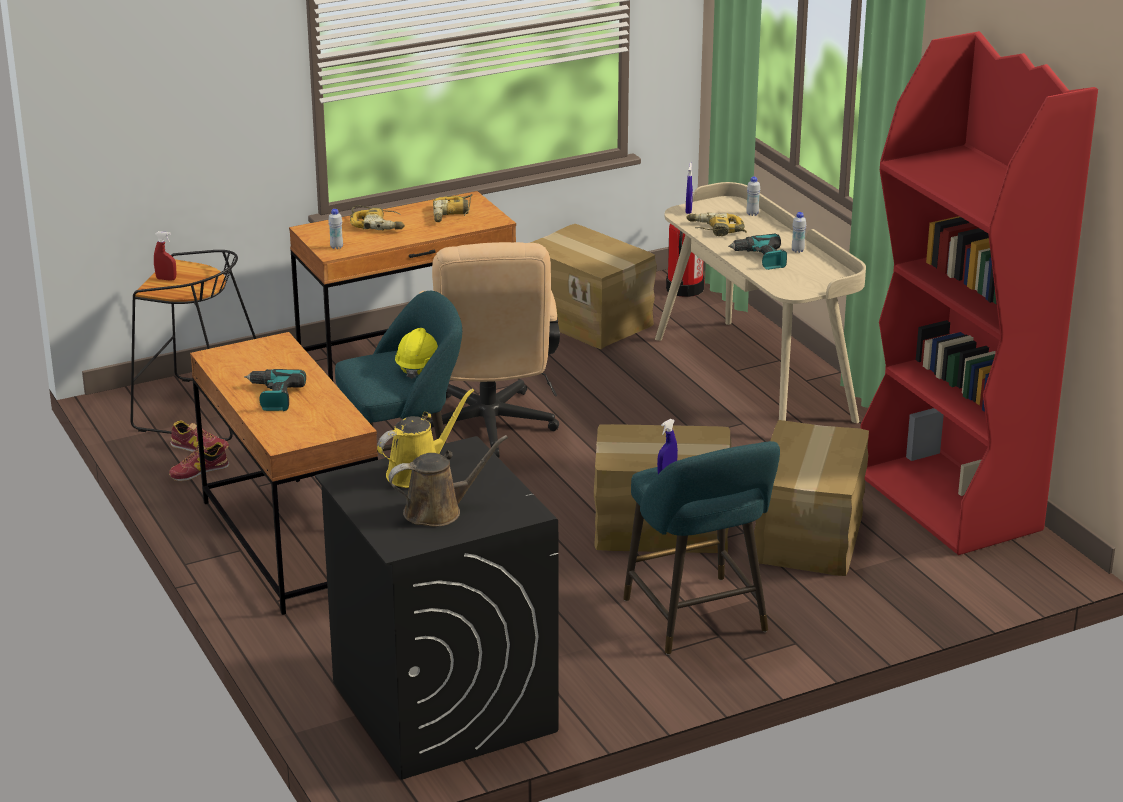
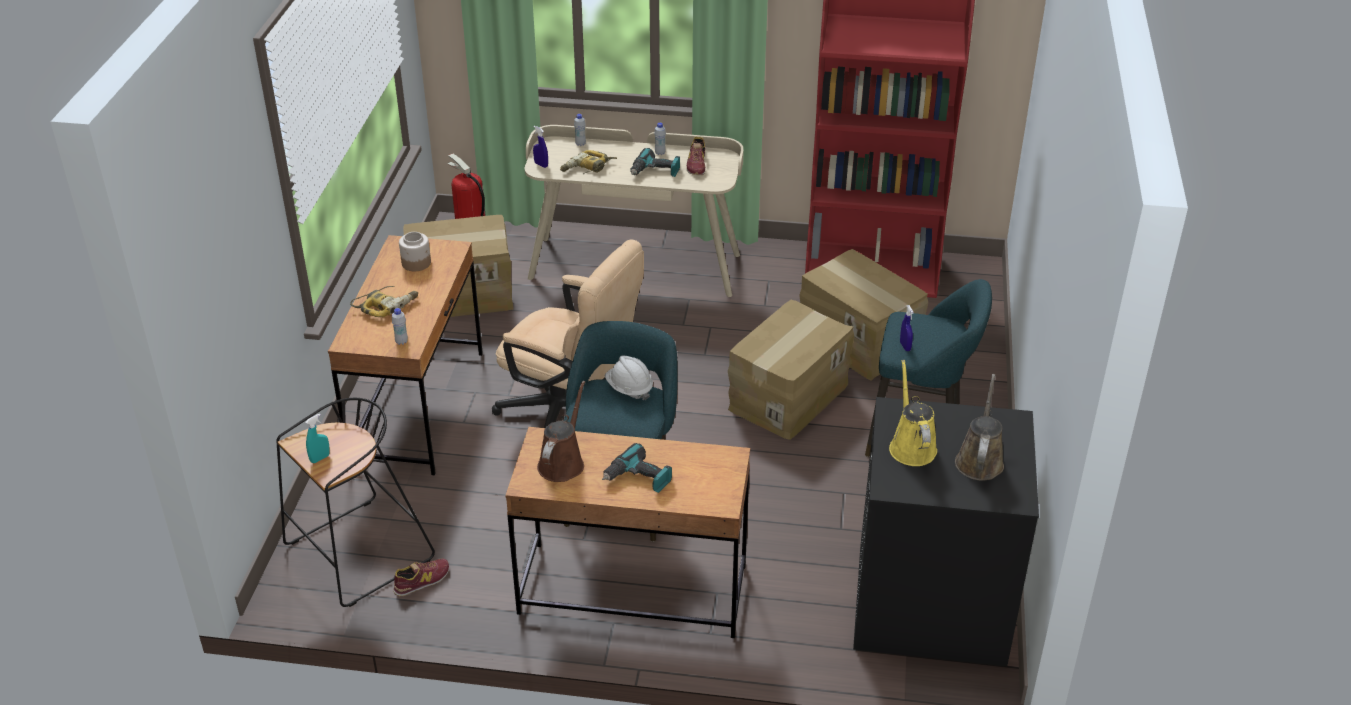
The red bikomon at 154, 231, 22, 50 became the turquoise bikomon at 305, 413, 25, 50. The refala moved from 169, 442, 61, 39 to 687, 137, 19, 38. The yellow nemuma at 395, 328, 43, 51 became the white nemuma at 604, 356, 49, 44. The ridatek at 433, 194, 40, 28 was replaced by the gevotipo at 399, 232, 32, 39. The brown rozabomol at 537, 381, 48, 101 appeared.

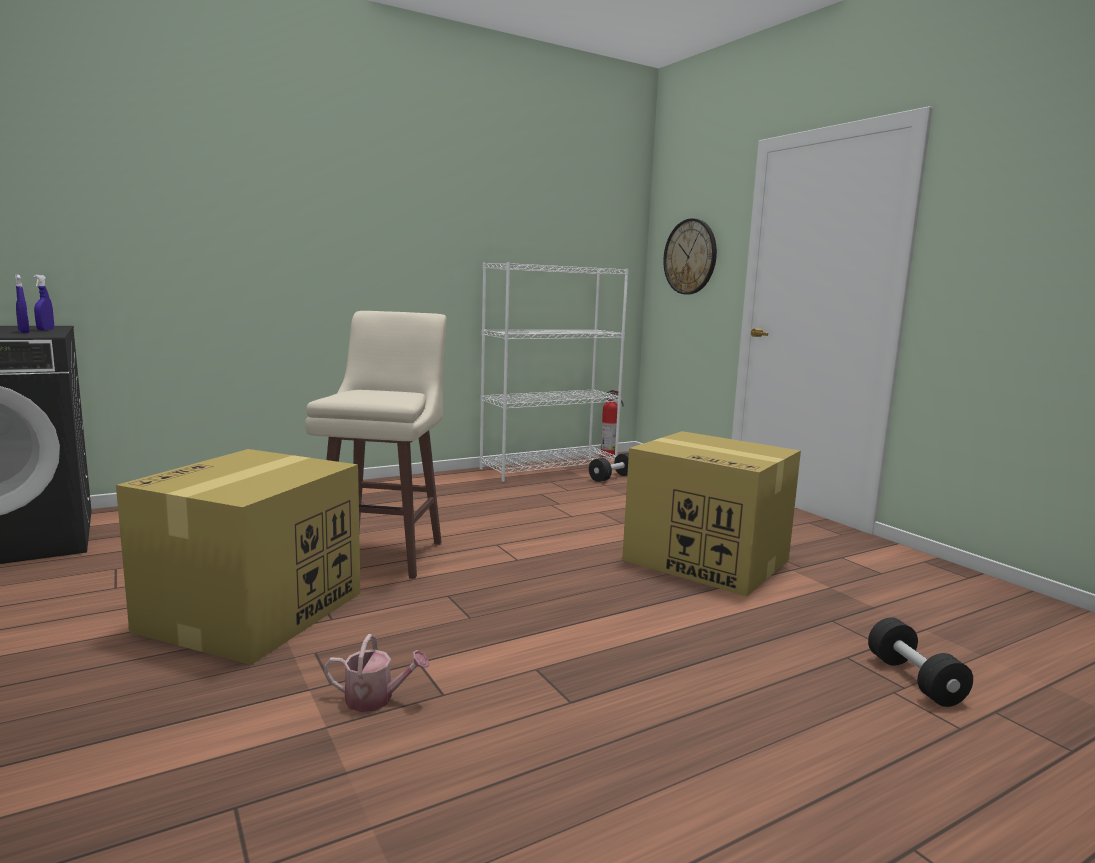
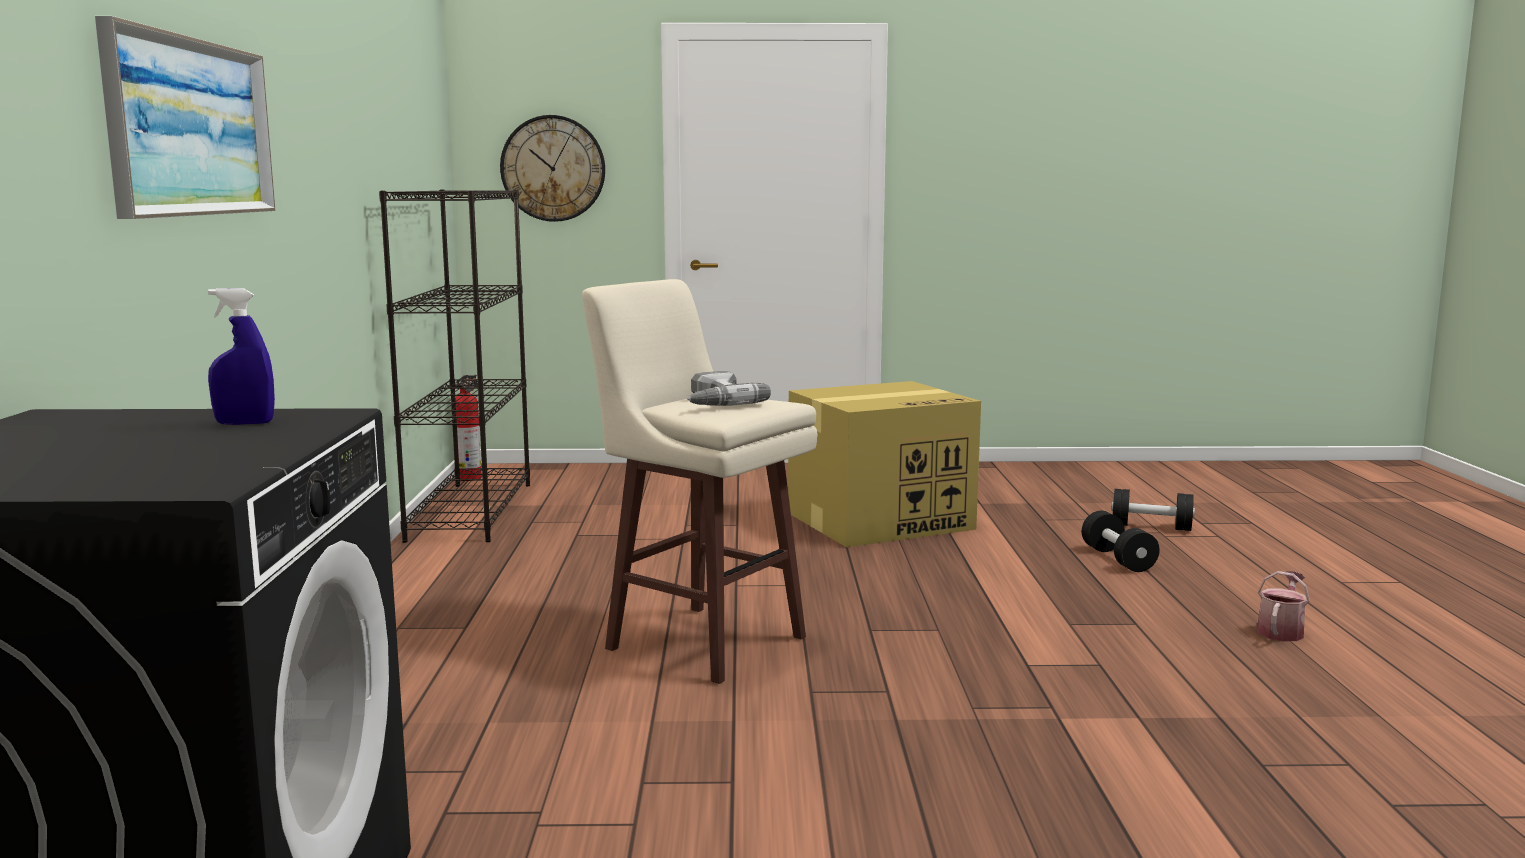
The blue bikomon at 33, 275, 21, 55 disappeared. The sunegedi at 116, 449, 244, 216 disappeared. The rozabomol moved from 324, 634, 105, 78 to 1257, 571, 53, 70. The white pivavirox at 479, 262, 150, 220 became the black pivavirox at 379, 189, 151, 354. The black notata moved from 589, 453, 40, 29 to 1082, 511, 78, 61. The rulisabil at 95, 16, 180, 203 appeared. The ridatek at 687, 371, 84, 35 appeared.

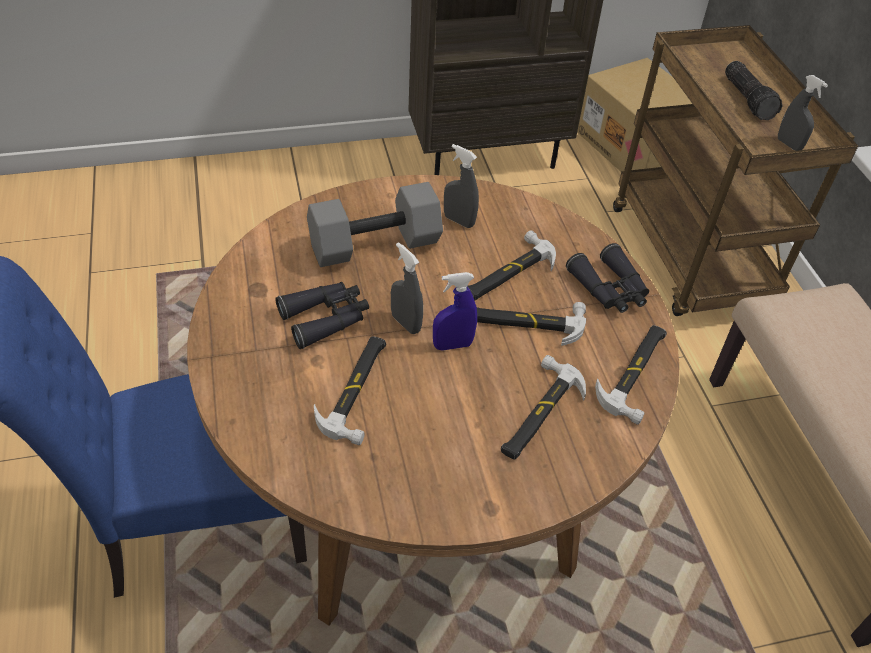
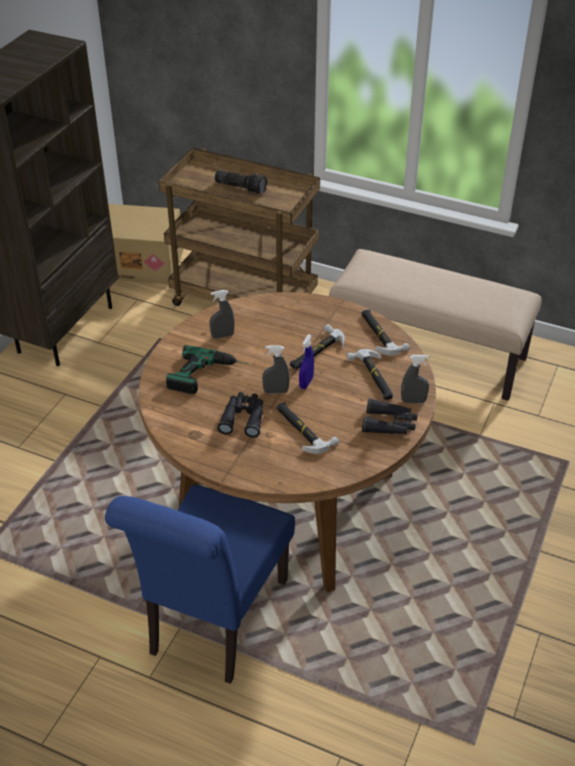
The grey notata at 307, 182, 136, 85 was replaced by the ridatek at 166, 345, 82, 49. The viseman at 467, 231, 89, 70 disappeared. The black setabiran moved from 566, 243, 83, 70 to 362, 398, 56, 36. The grey bikomon moved from 778, 75, 50, 76 to 401, 355, 28, 48.

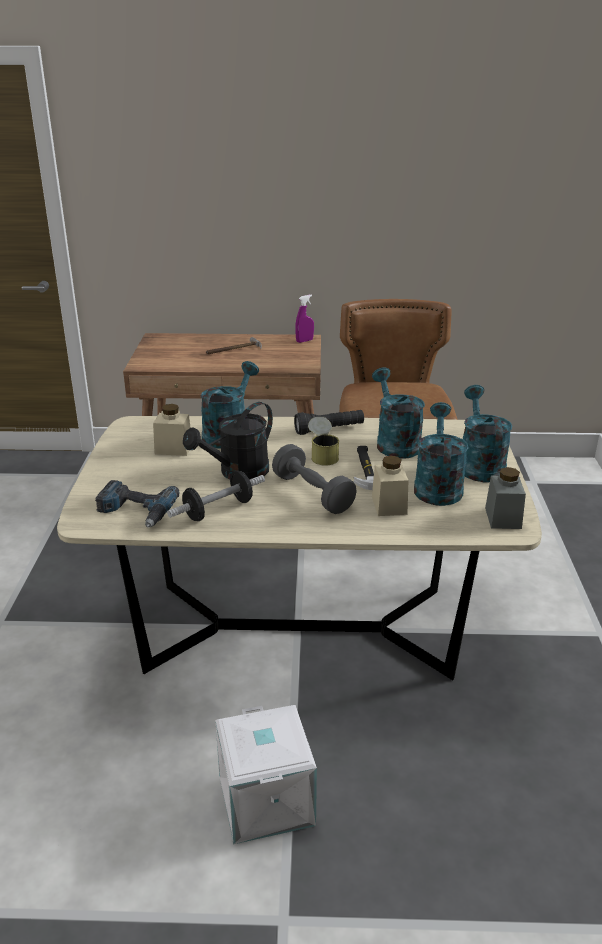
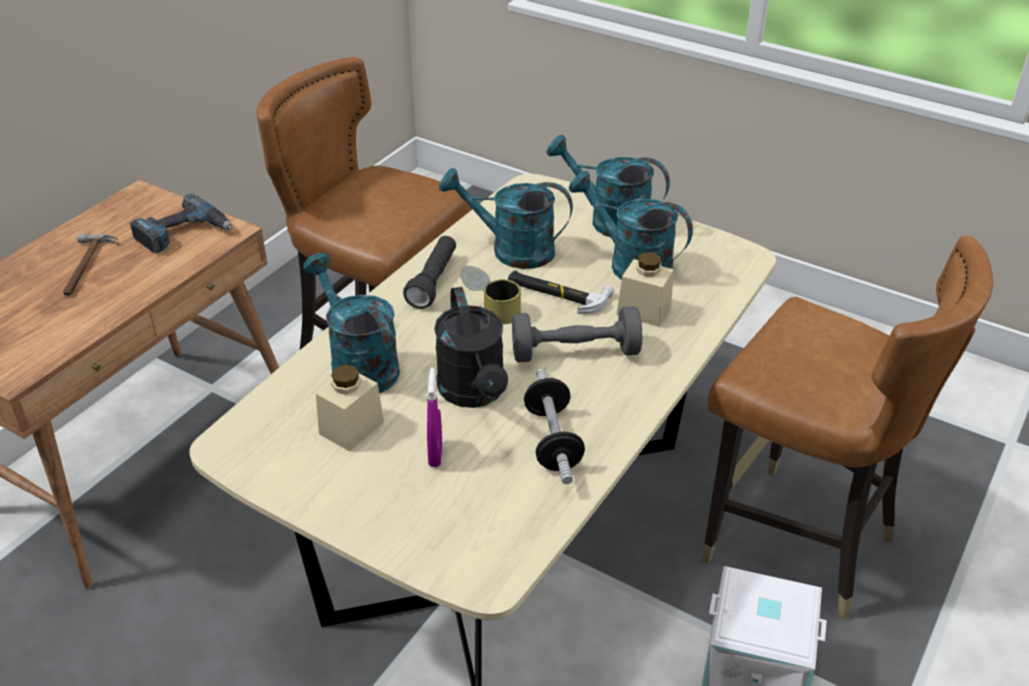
The ridatek moved from 95, 480, 84, 47 to 130, 194, 102, 59. The purple bikomon moved from 295, 295, 19, 48 to 427, 368, 15, 99. The grey gevotipo at 485, 467, 41, 62 disappeared. The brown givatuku at 702, 236, 291, 384 appeared.

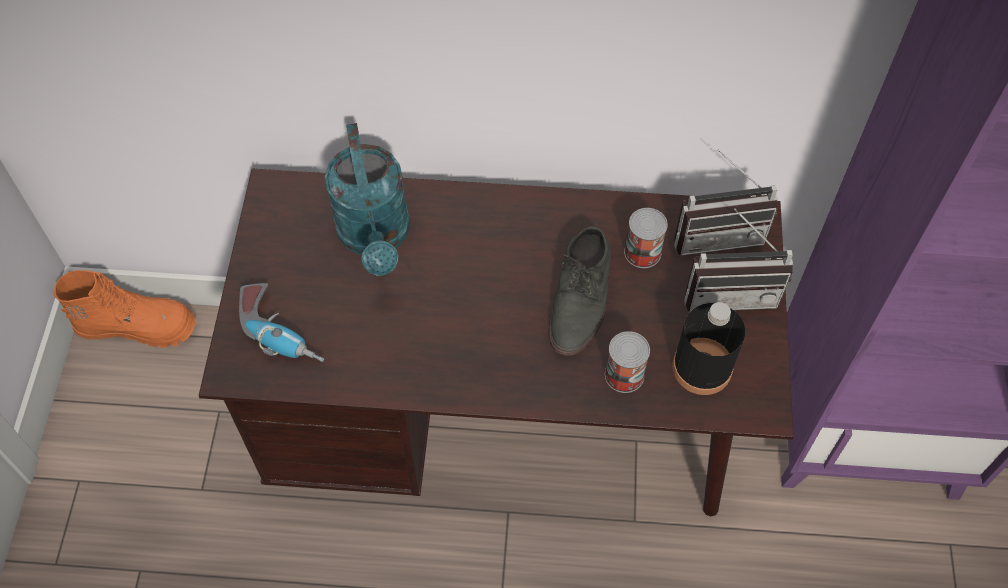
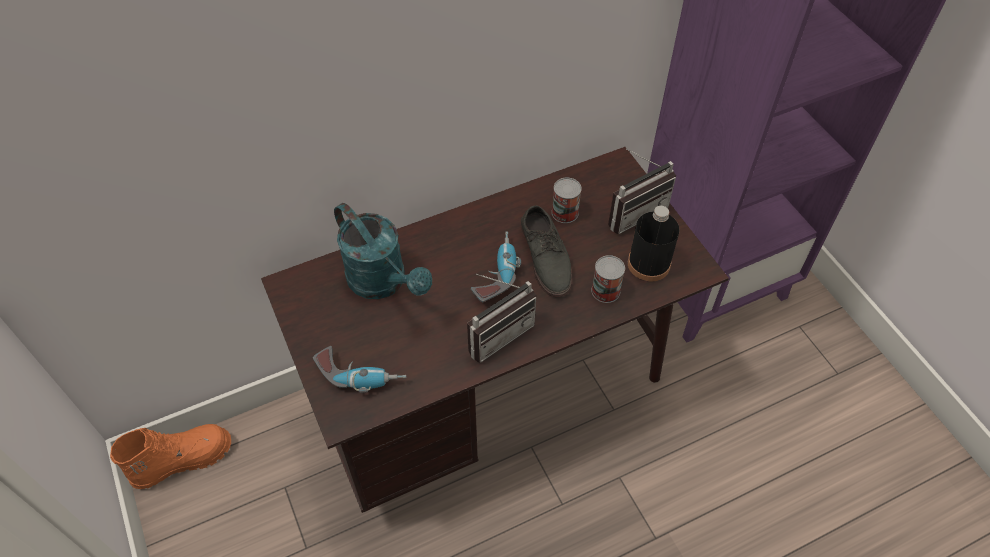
The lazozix moved from 674, 150, 104, 106 to 467, 274, 69, 89. The ridatek at 471, 231, 50, 71 appeared.

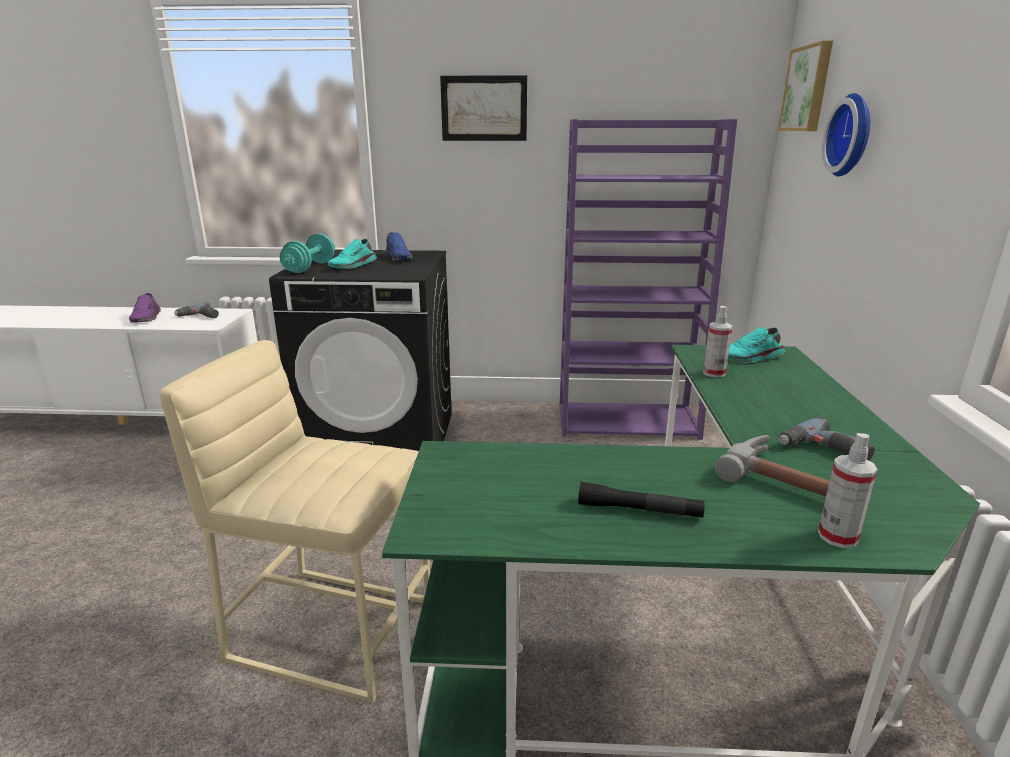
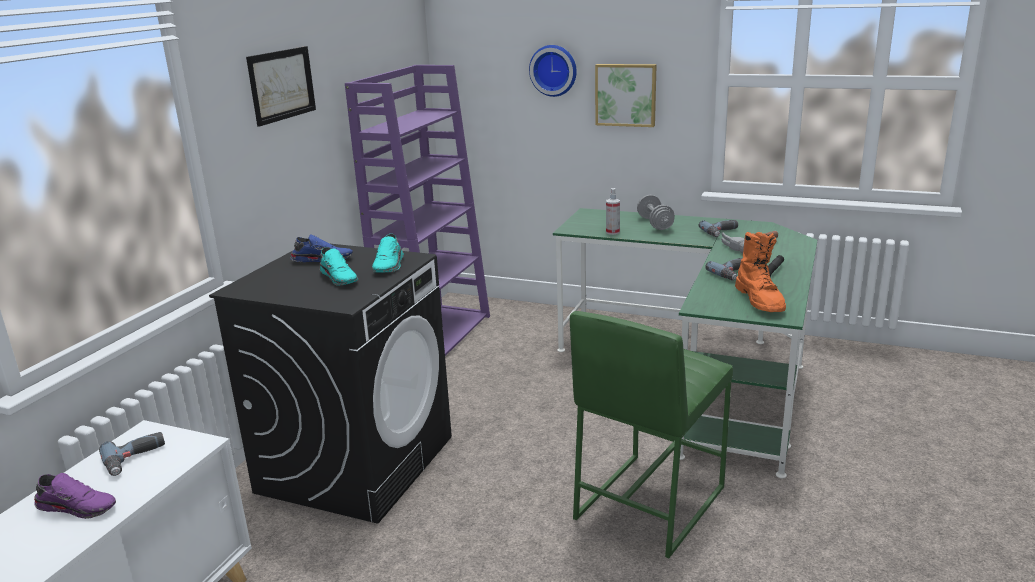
The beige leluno at 159, 340, 271, 363 became the green leluno at 570, 311, 163, 247. The turquoise notata at 280, 233, 55, 40 disappeared. The turquoise refala moved from 728, 327, 57, 36 to 372, 234, 32, 39. The rulisabil moved from 778, 41, 55, 90 to 595, 64, 62, 63. The bikomon at 818, 433, 59, 115 disappeared. The grey notata at 637, 195, 38, 35 appeared. The ridatek at 705, 258, 38, 23 appeared. The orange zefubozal at 735, 232, 51, 80 appeared.

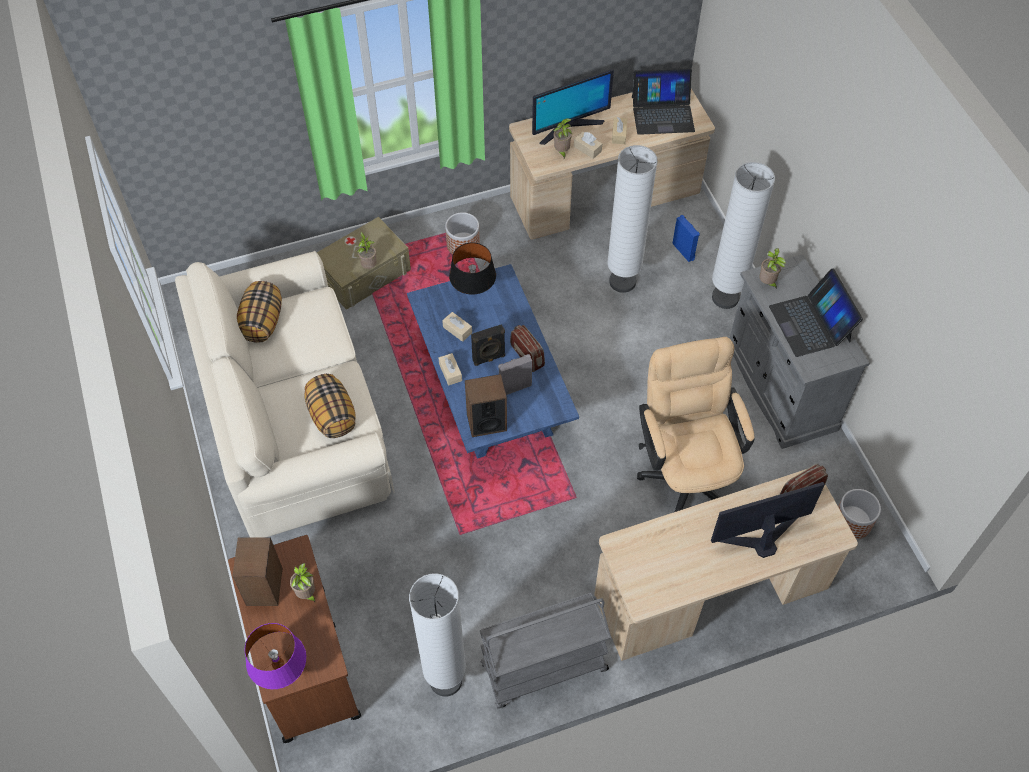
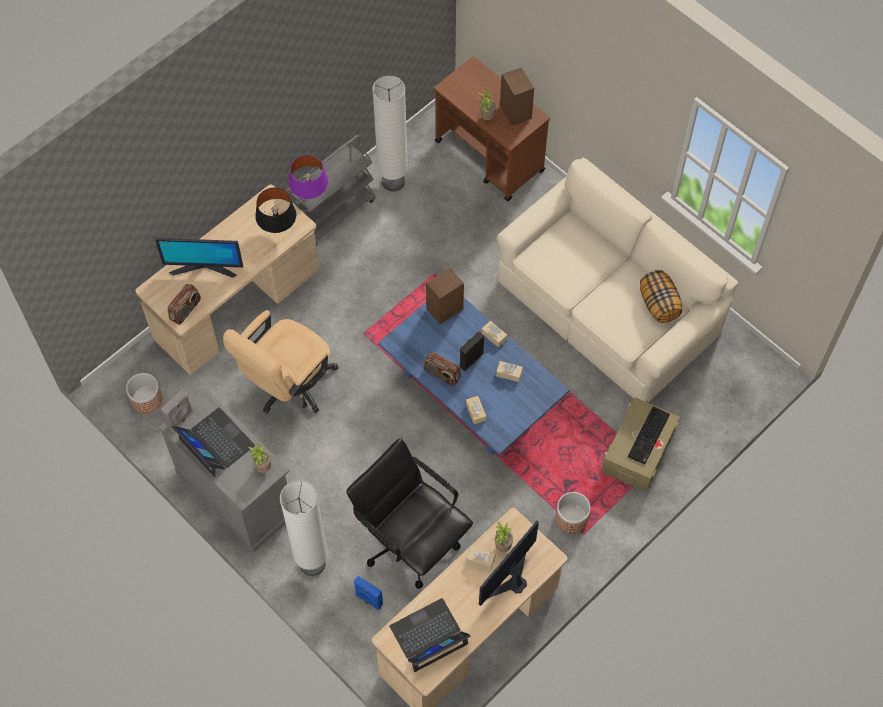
The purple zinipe moved from 245, 623, 61, 66 to 288, 155, 40, 44. The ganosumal at 304, 374, 52, 64 disappeared. The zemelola at 357, 232, 20, 37 disappeared. The black zinipe moved from 449, 243, 47, 52 to 255, 188, 41, 45. The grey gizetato moved from 498, 354, 34, 41 to 161, 389, 32, 42. The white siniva at 607, 145, 51, 148 was replaced by the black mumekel at 346, 438, 127, 151. The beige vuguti moved from 612, 117, 15, 27 to 466, 396, 20, 28. The beige mumekel at 637, 337, 117, 175 turned 75 degrees clockwise. The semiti at 711, 482, 114, 76 turned 45 degrees clockwise. The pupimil at 628, 407, 42, 57 appeared.

